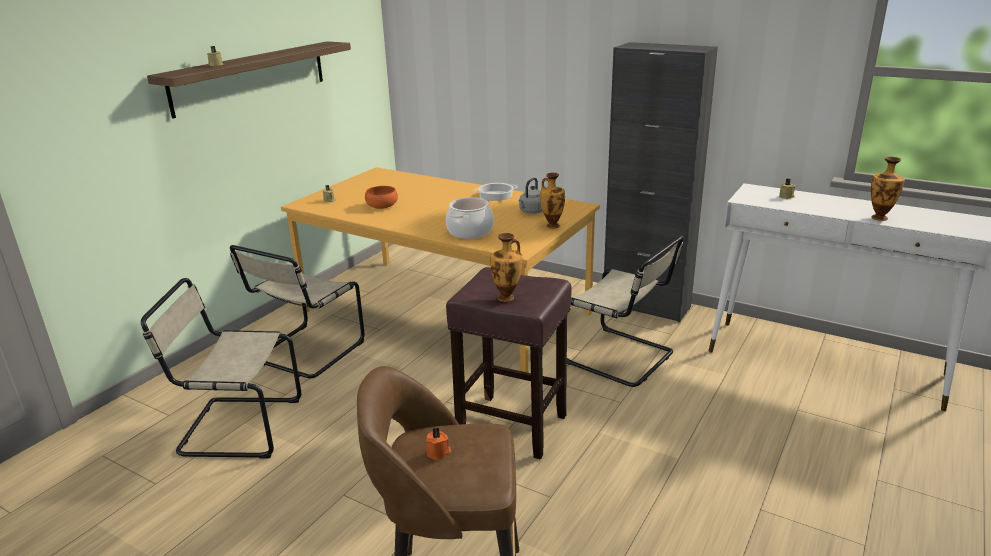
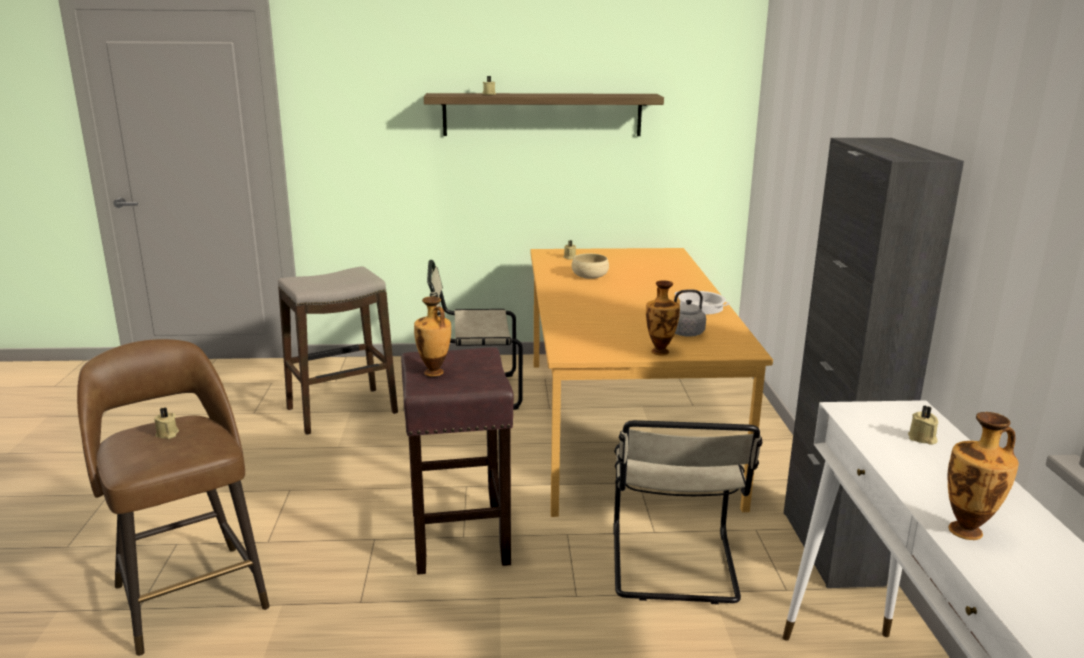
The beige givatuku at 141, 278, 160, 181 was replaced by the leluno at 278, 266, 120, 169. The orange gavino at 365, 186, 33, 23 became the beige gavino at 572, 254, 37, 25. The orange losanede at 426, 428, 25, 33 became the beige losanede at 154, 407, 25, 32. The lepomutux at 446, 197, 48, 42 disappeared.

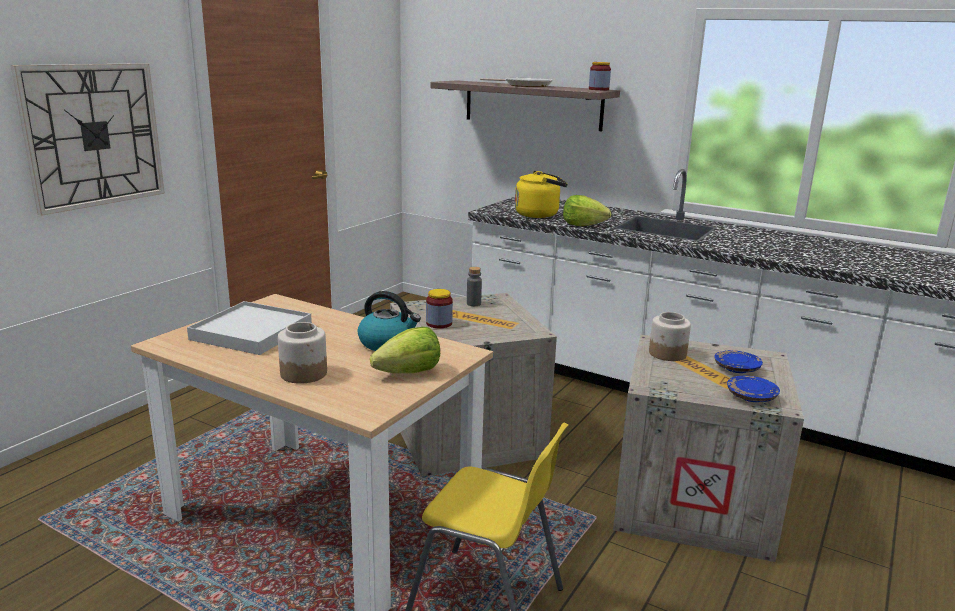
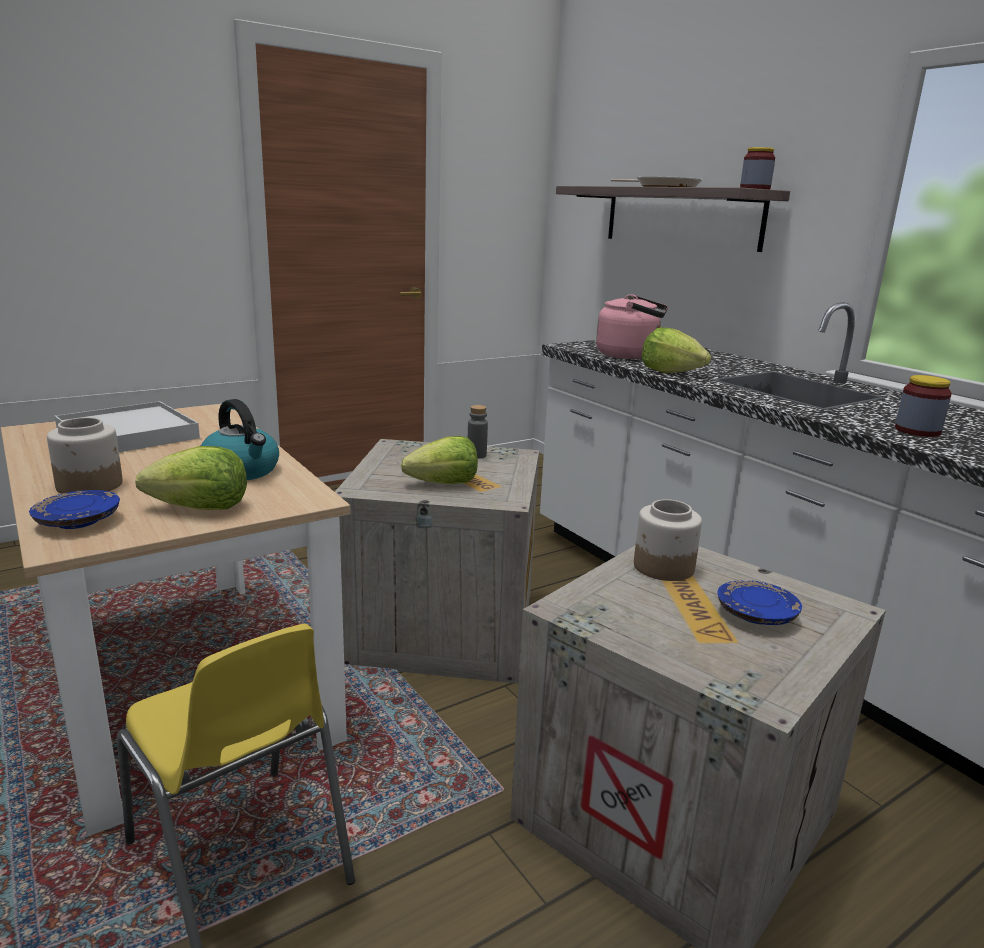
The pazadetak at 11, 63, 154, 153 disappeared. The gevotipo moved from 426, 289, 27, 39 to 895, 375, 57, 62. The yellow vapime at 515, 171, 53, 47 became the pink vapime at 596, 294, 72, 65. The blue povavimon moved from 727, 376, 53, 26 to 29, 490, 91, 39. The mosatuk at 401, 436, 77, 48 appeared.

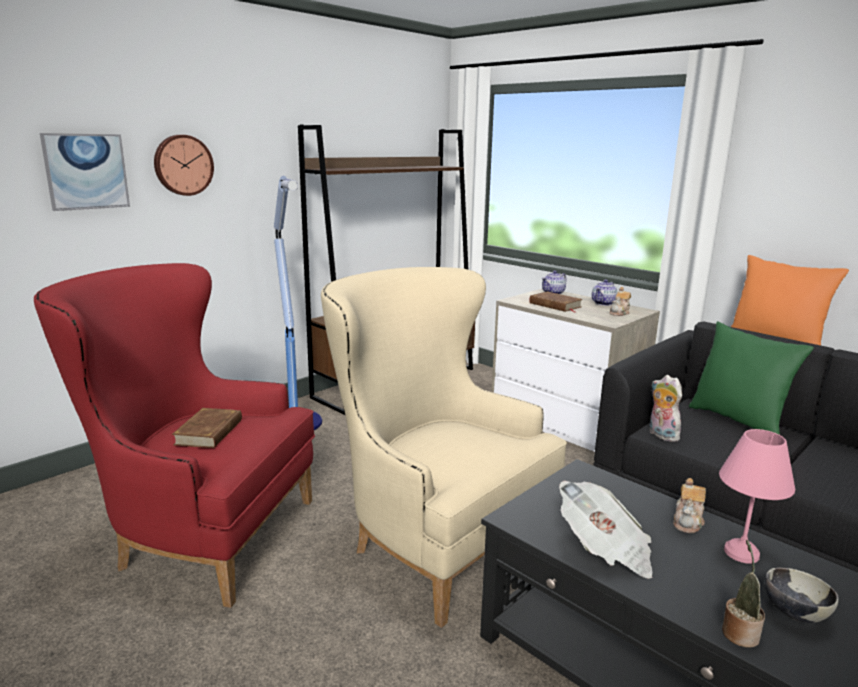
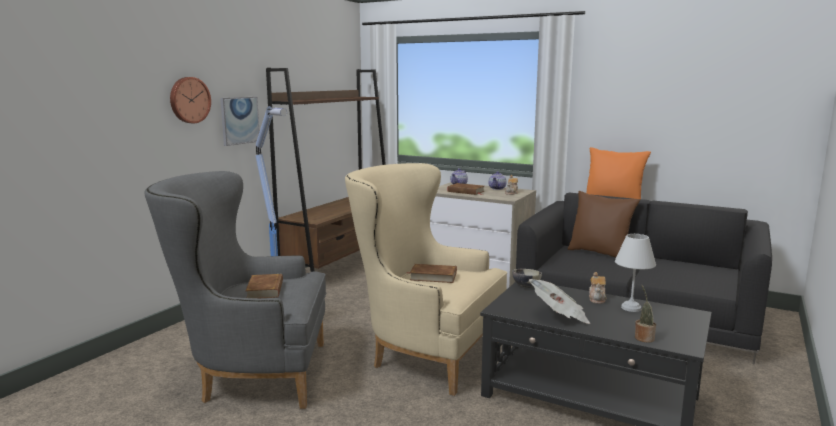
The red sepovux at 34, 263, 281, 345 became the grey sepovux at 145, 171, 181, 238. The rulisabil moved from 40, 133, 90, 78 to 220, 97, 39, 49. The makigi at 649, 375, 33, 67 disappeared. The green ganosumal at 689, 321, 125, 114 became the brown ganosumal at 568, 191, 72, 66. The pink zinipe at 719, 429, 76, 134 became the white zinipe at 615, 234, 41, 78. The gavino moved from 765, 567, 74, 56 to 512, 269, 30, 19. The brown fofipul at 406, 264, 51, 19 appeared.

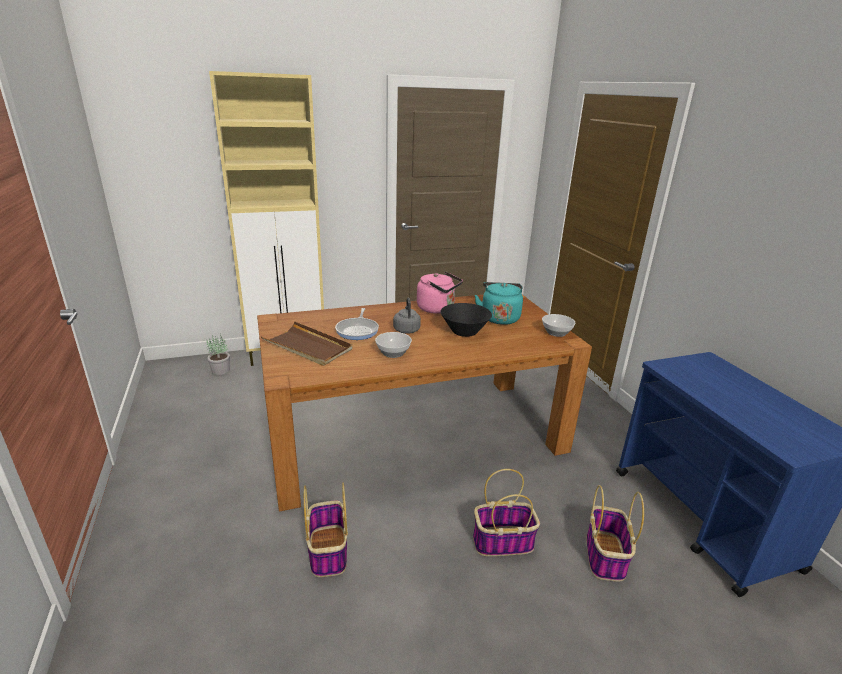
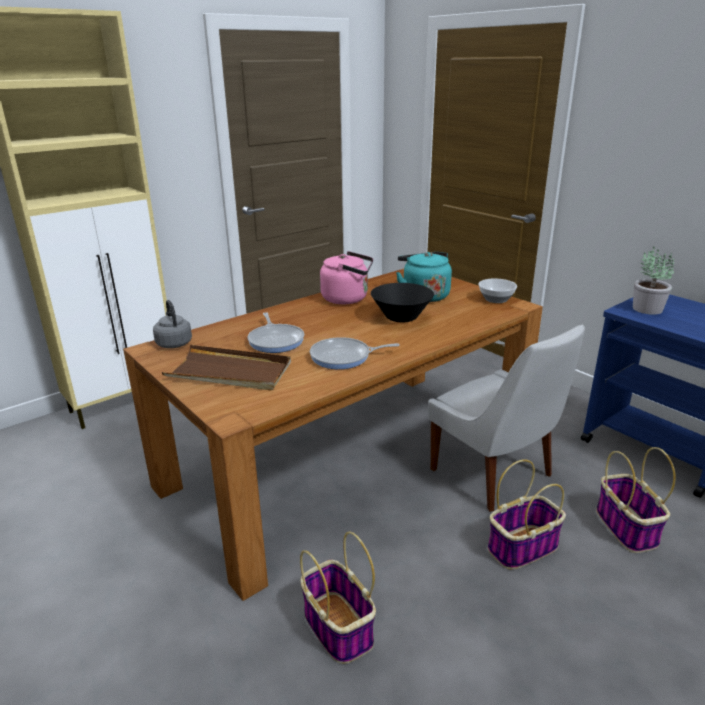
The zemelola moved from 206, 335, 24, 40 to 633, 246, 41, 69. The gavino at 375, 332, 37, 26 was replaced by the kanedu at 310, 337, 90, 32. The grey vapime moved from 393, 298, 28, 36 to 153, 300, 39, 48. The white givatuku at 428, 325, 157, 187 appeared.

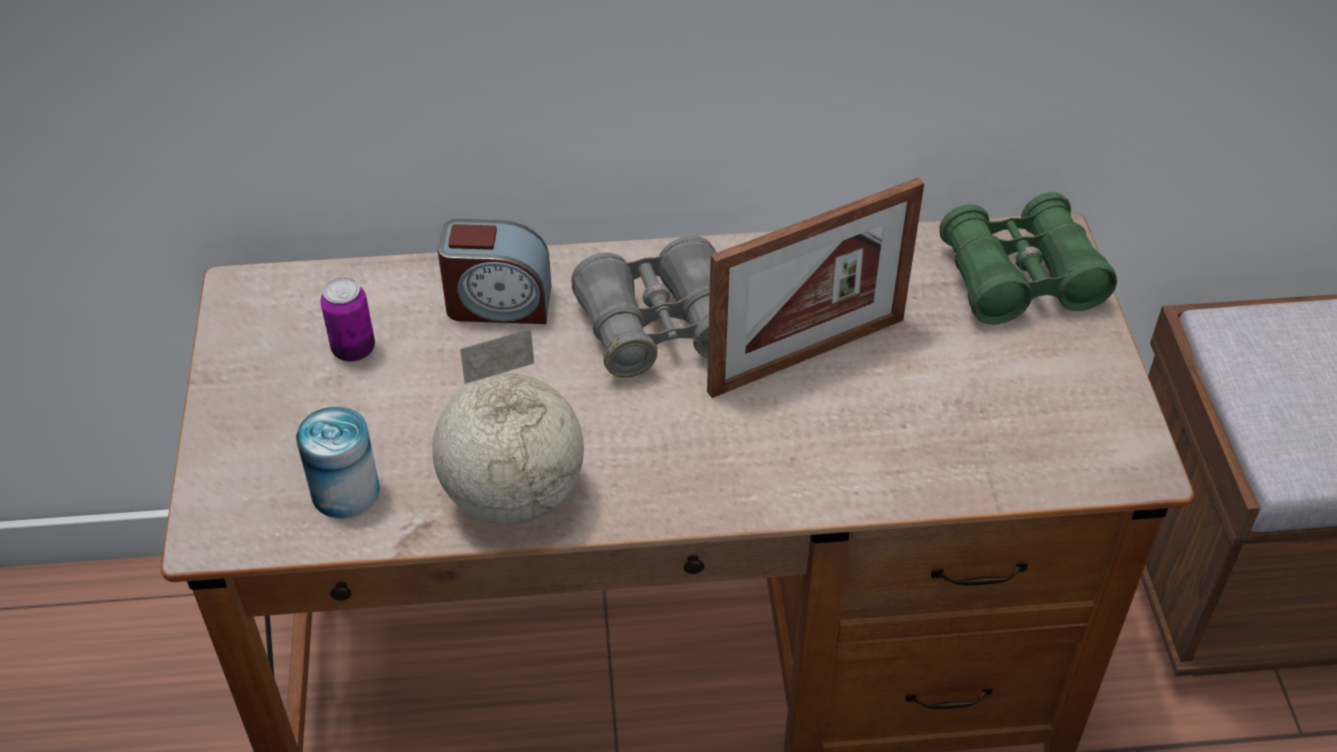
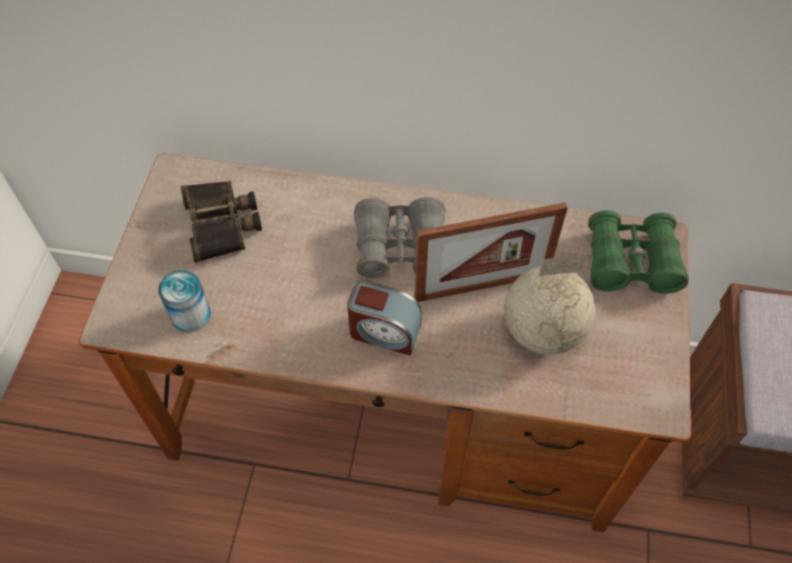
The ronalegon at 320, 277, 55, 84 was replaced by the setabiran at 180, 181, 82, 82. The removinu moved from 432, 329, 152, 196 to 504, 255, 91, 100. The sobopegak moved from 438, 219, 113, 105 to 347, 280, 75, 75.

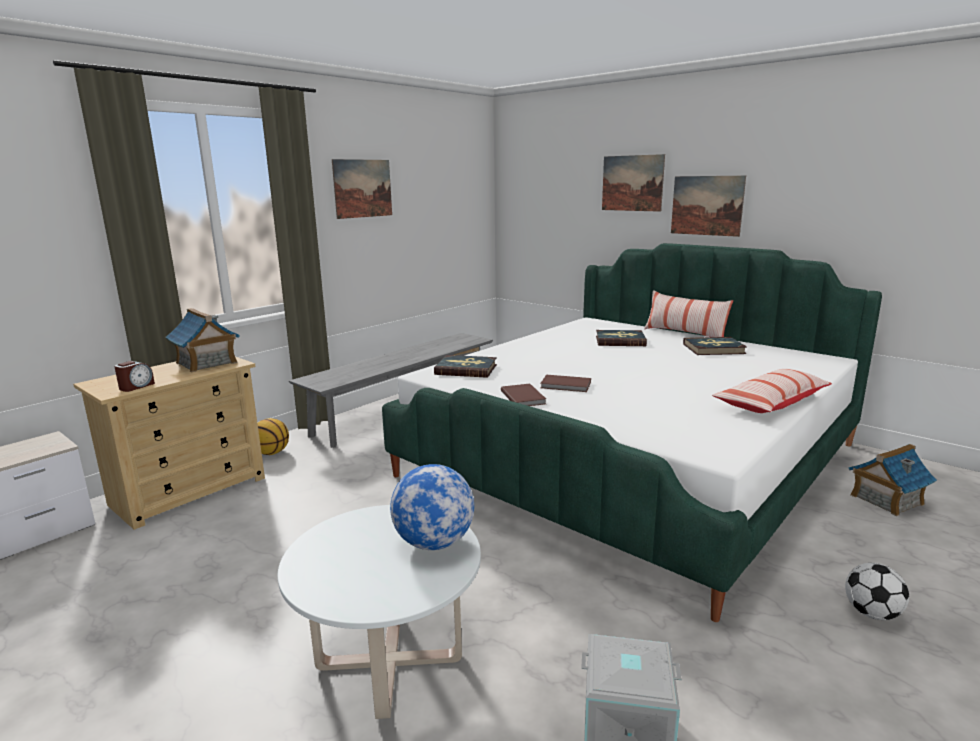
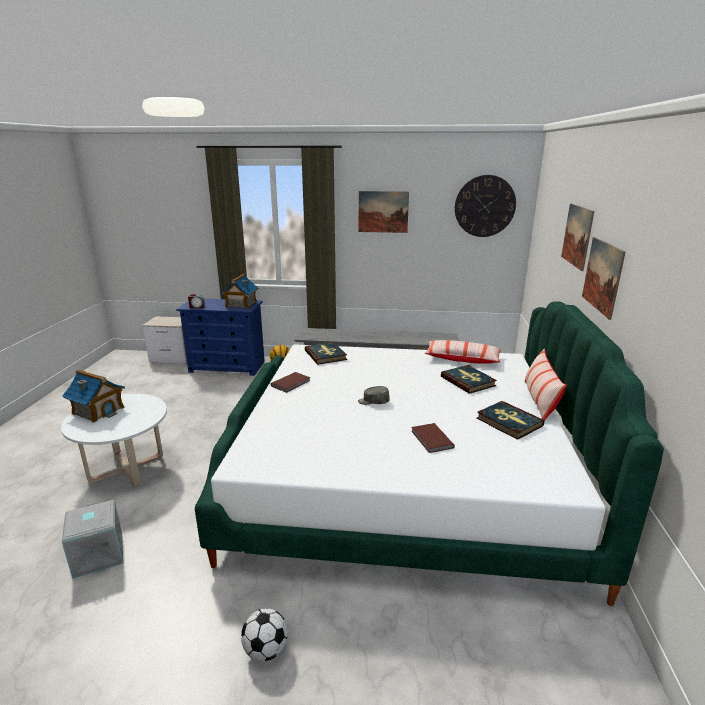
The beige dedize at 73, 357, 192, 173 became the blue dedize at 176, 299, 89, 77. The removinu at 390, 464, 84, 86 disappeared. The brown fofipul moved from 541, 375, 50, 17 to 411, 423, 44, 30. The ganosumal moved from 712, 369, 120, 44 to 424, 340, 77, 24. The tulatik moved from 848, 444, 89, 72 to 62, 369, 63, 54. The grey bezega at 358, 386, 32, 19 appeared. The pazadetak at 455, 175, 61, 62 appeared.

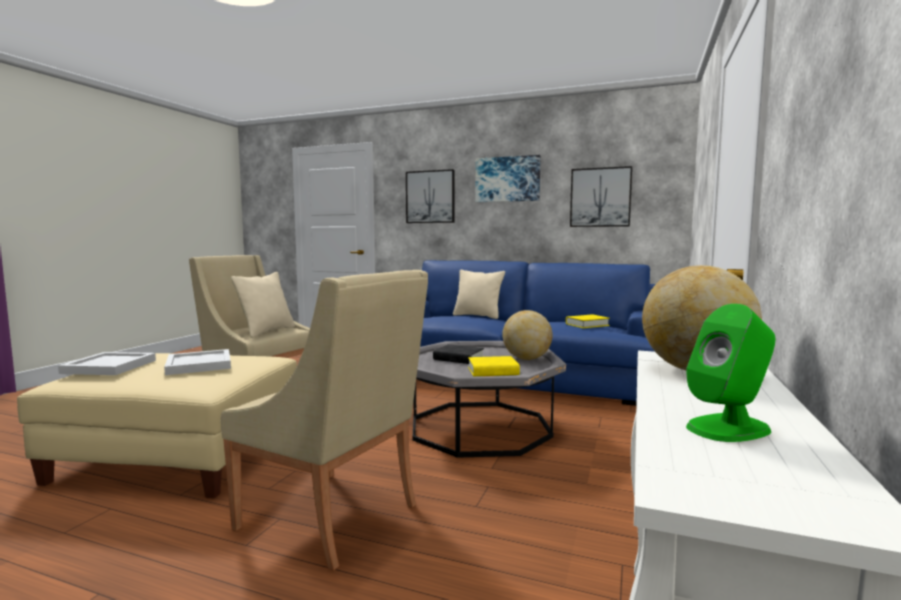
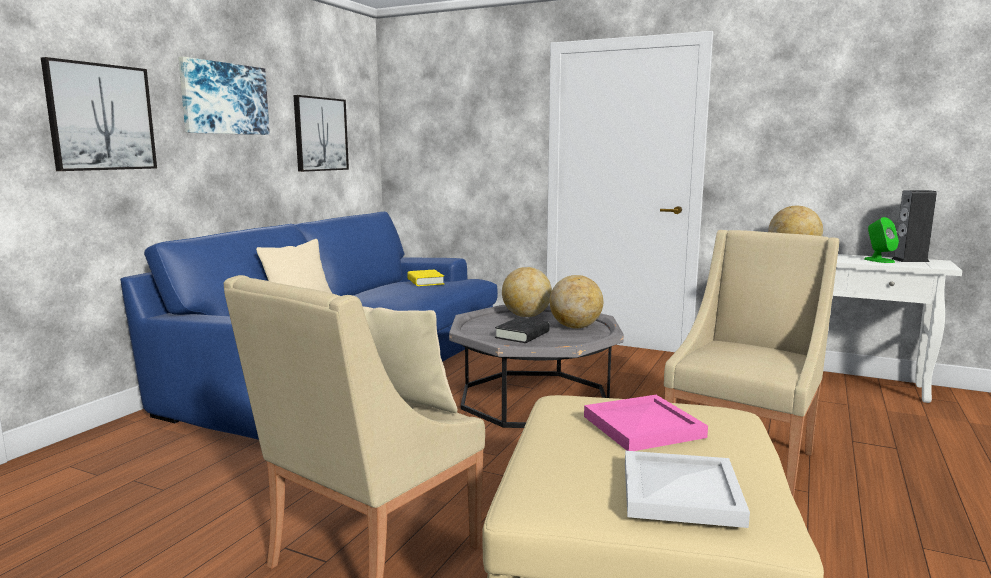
The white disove at 164, 349, 67, 26 became the pink disove at 584, 395, 124, 56. The yellow fofipul at 468, 356, 52, 20 was replaced by the removinu at 550, 275, 53, 53. The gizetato at 892, 190, 45, 72 appeared.

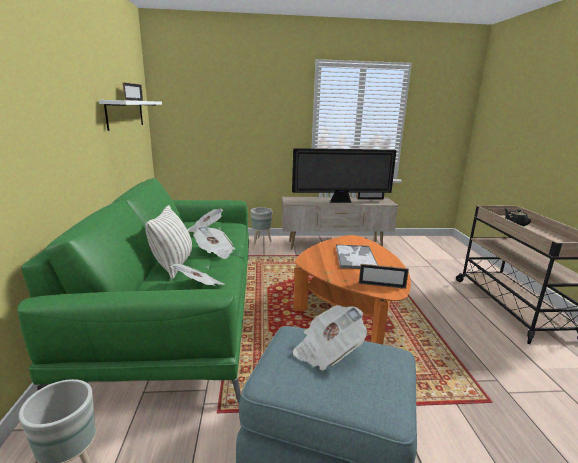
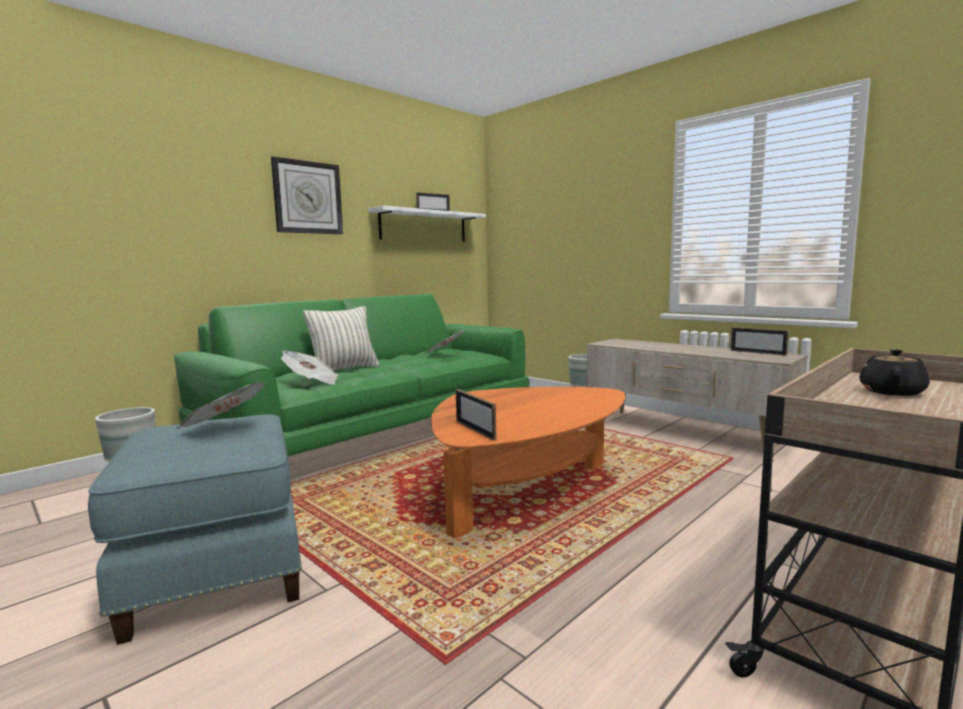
The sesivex at 194, 226, 41, 33 disappeared. The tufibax at 292, 148, 105, 55 disappeared. The disove at 336, 245, 42, 24 disappeared. The pazadetak at 271, 156, 72, 78 appeared.

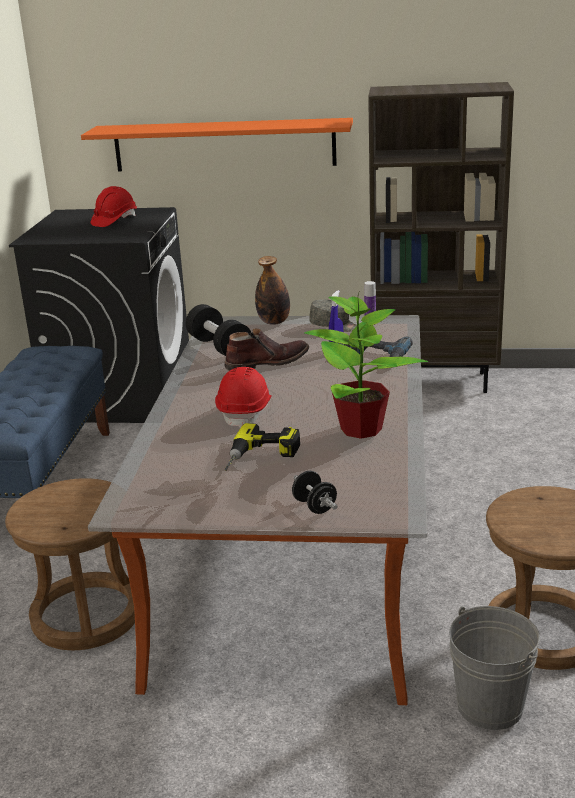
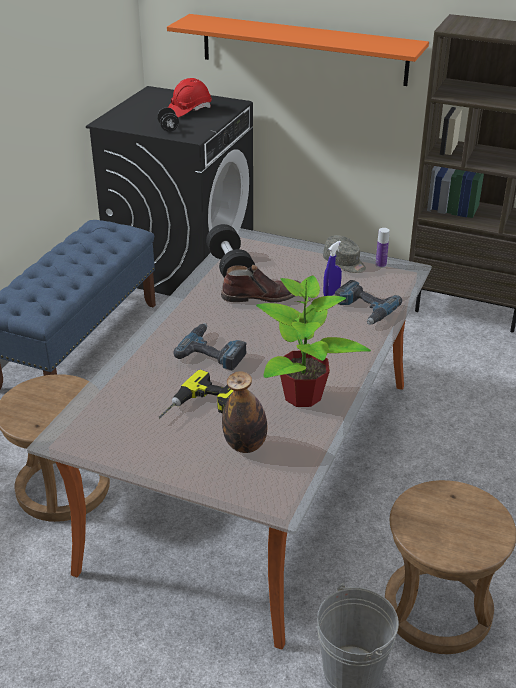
The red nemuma at 215, 367, 57, 61 was replaced by the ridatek at 173, 323, 74, 47. The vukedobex moved from 255, 256, 35, 69 to 222, 371, 45, 82. The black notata moved from 292, 471, 45, 43 to 157, 107, 22, 25.

